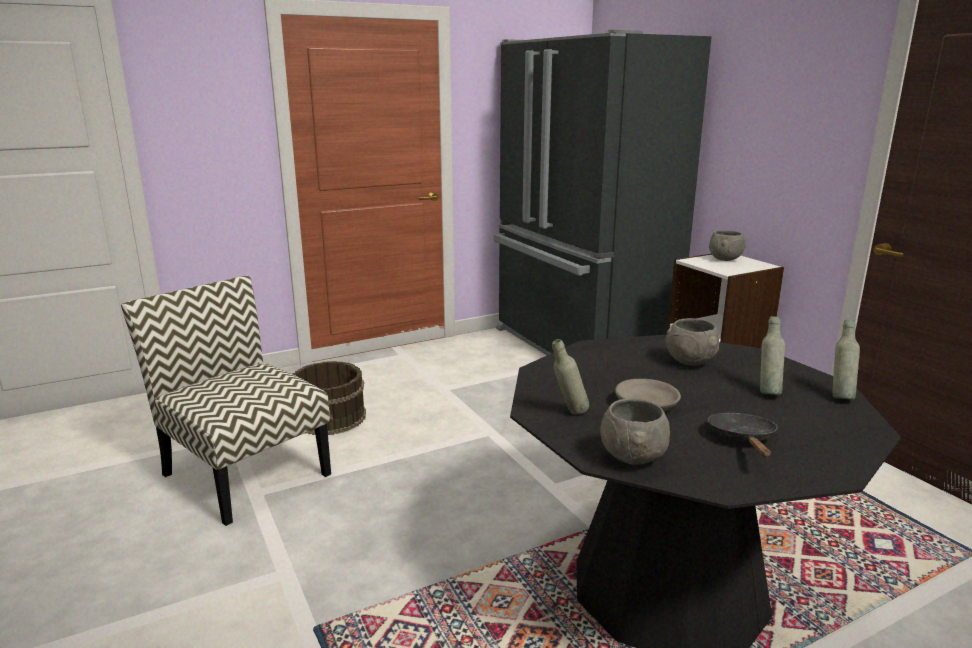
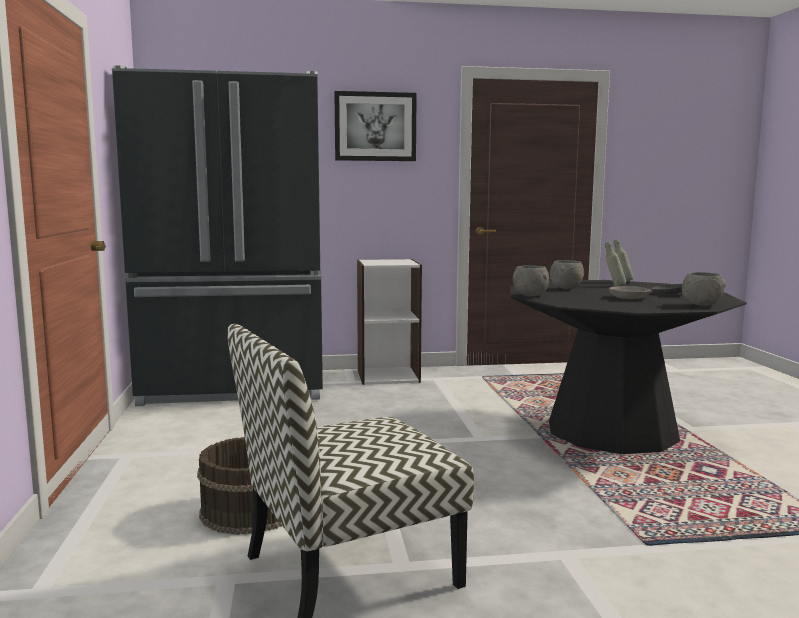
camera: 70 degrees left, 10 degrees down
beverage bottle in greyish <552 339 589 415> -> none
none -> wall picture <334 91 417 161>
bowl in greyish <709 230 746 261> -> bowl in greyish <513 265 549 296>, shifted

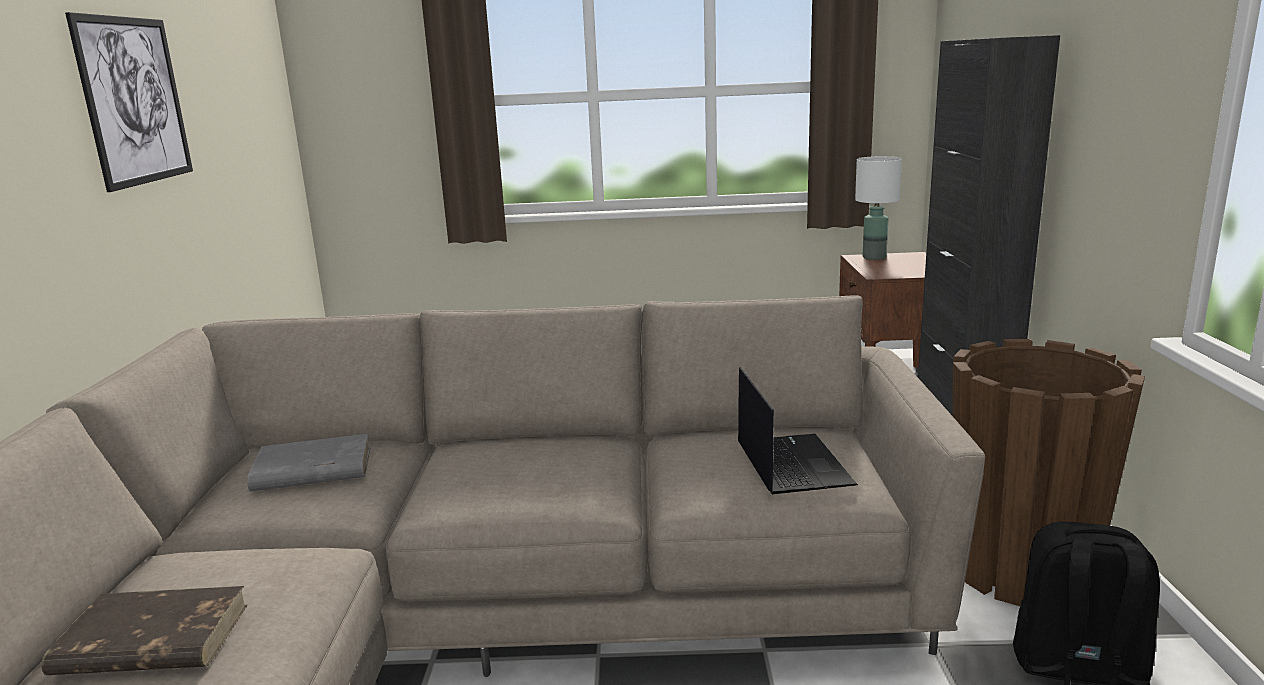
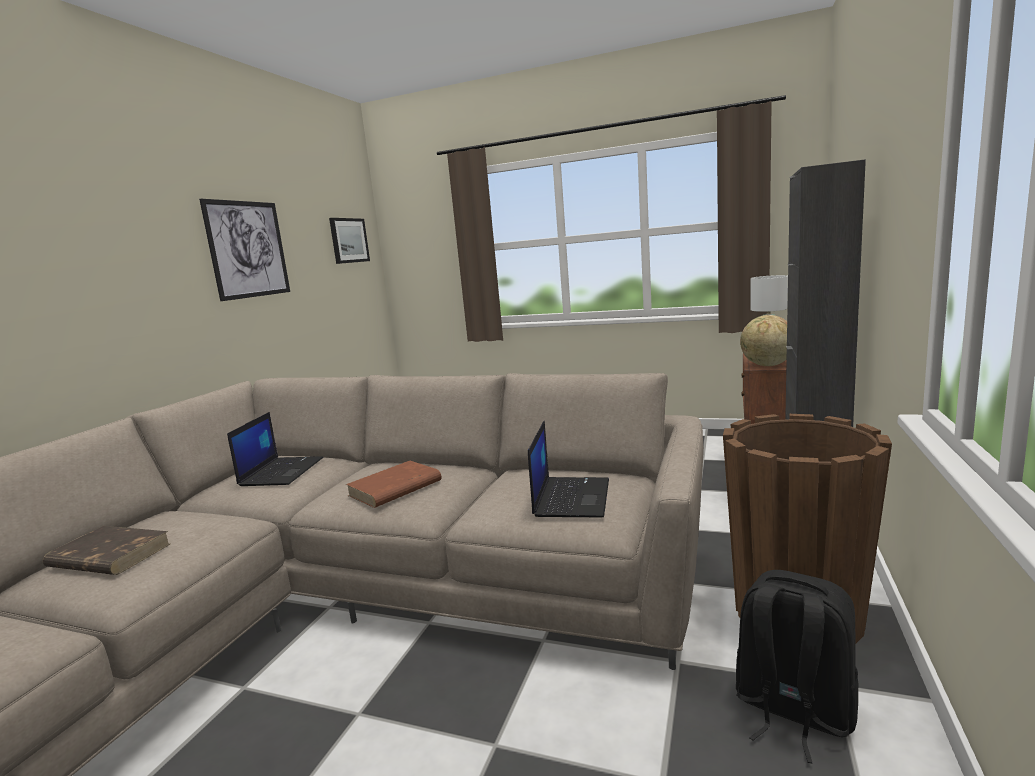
camera: 20 degrees right, 5 degrees down
none -> wall picture <329 218 370 264>
none -> bound book in brown-coloured <346 461 441 508>
none -> globe <740 315 787 366>
bound book in greyish <247 434 370 491> -> laptop <227 412 323 486>

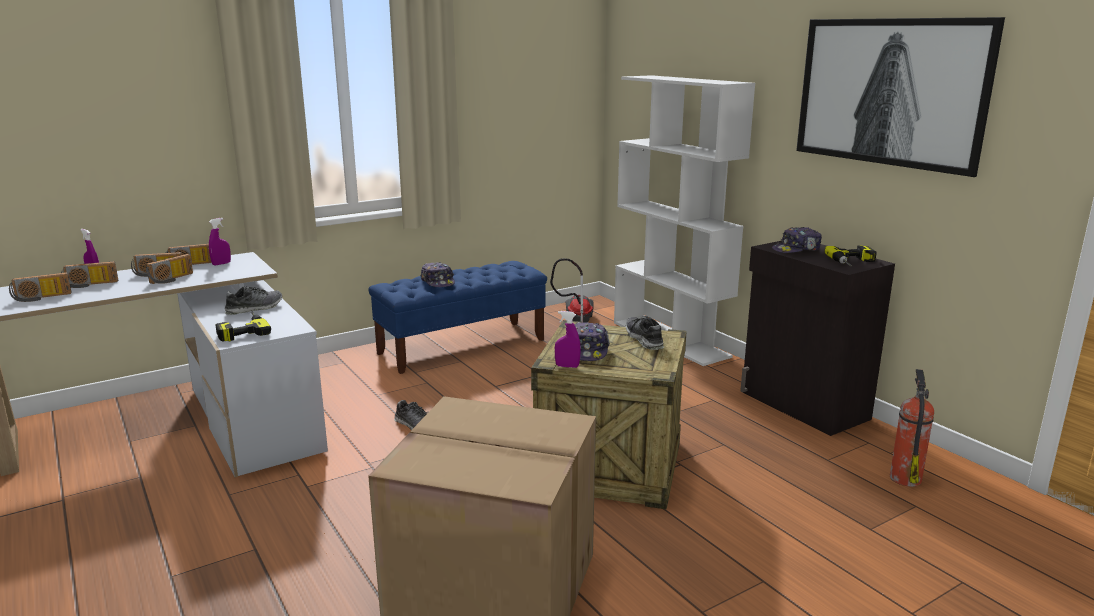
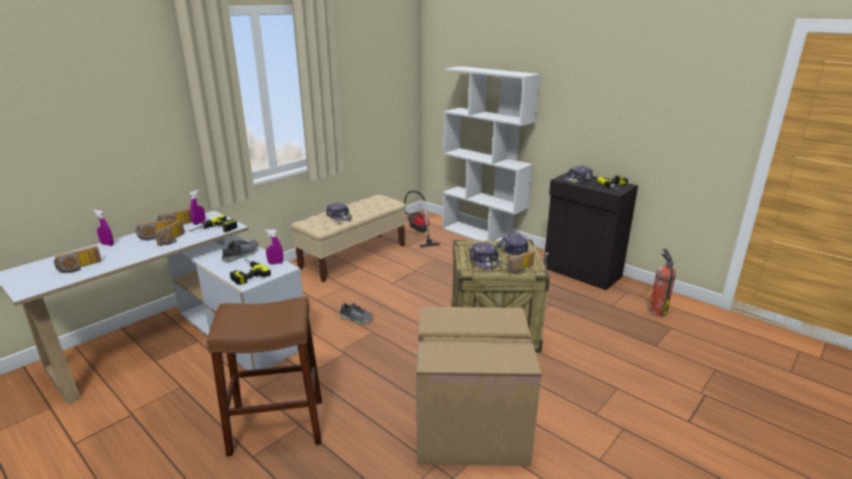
camera: 15 degrees left, 5 degrees up
wall picture <796 17 1005 177> -> none
none -> power drill <189 215 238 232>
none -> sitting stool in brown-coloured <207 296 322 456>
radio set <61 261 118 288> -> radio set <507 251 535 274>, shifted
spray bottle in purple-coloured <555 311 581 368> -> spray bottle in purple-coloured <265 229 283 264>, shifted
shoe <626 316 664 350> -> peaked cap <497 233 529 255>
long seat in blue-coloured <368 261 547 374> -> long seat in beige-coloured <291 195 406 282>

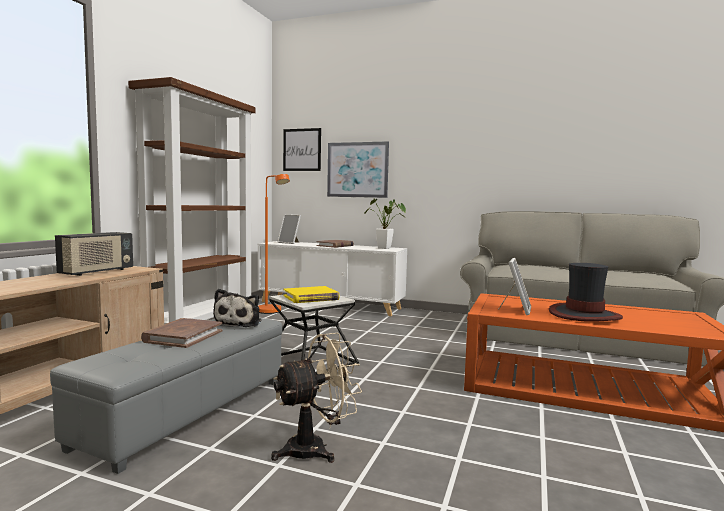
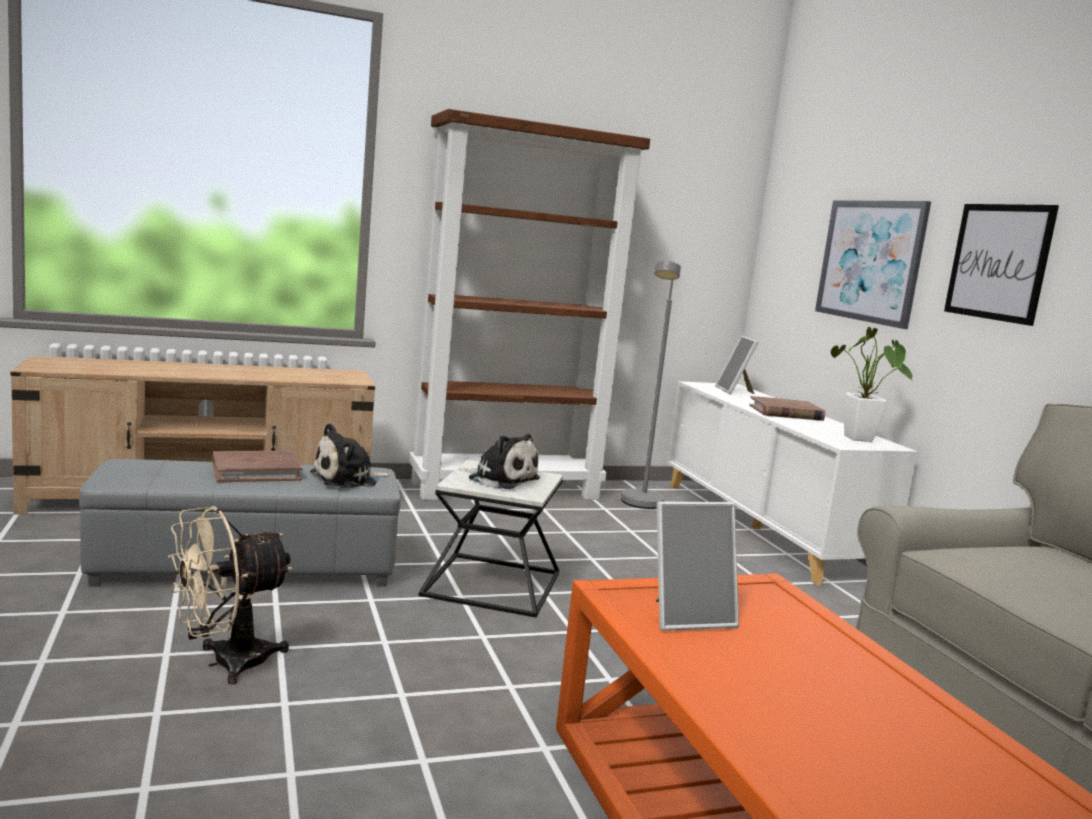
camera: 50 degrees right, 5 degrees up
radio set <55 232 133 276> -> none
wearable hat <549 263 623 322> -> none
wall picture <283 128 321 171> -> wall picture <944 204 1059 326>, shifted
bound book in yellowish <283 286 340 303> -> plush toy <459 434 540 489>
standard lamp in orange <258 174 290 314> -> standard lamp in greyish <621 261 681 509>
fan in beige-coloured <271 333 362 463> -> fan in beige-coloured <168 506 293 684>, 120 degrees clockwise

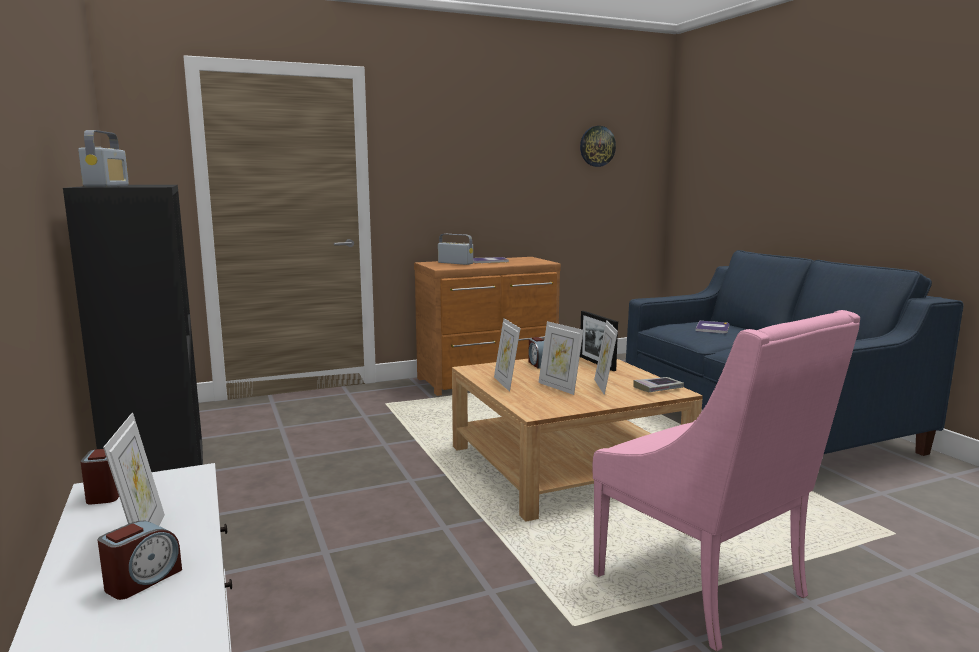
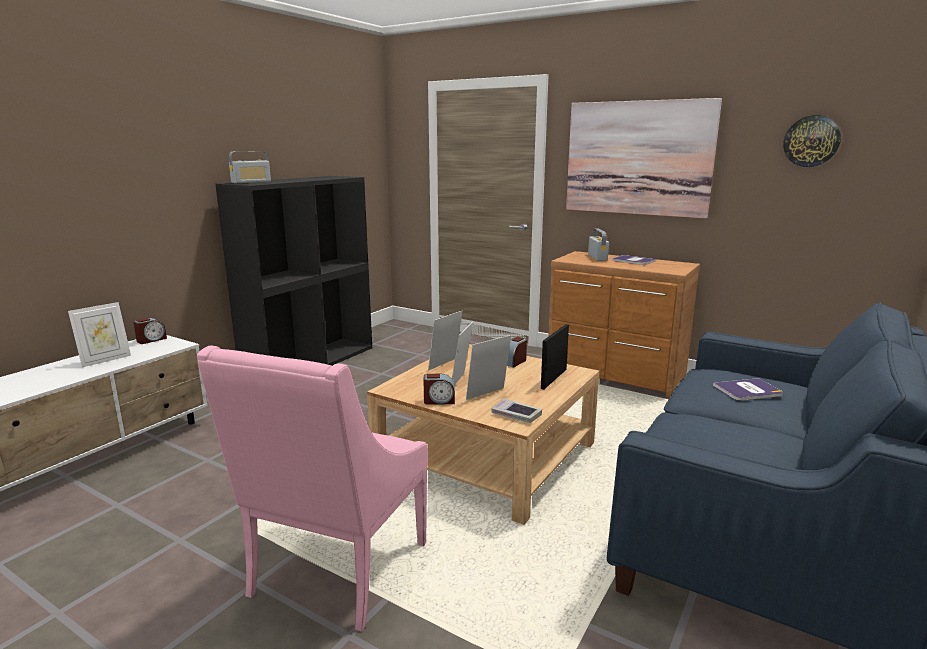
camera: 55 degrees right, 5 degrees up
none -> wall picture <566 98 722 218>
table clock <98 521 182 600> -> table clock <423 374 455 405>, shifted

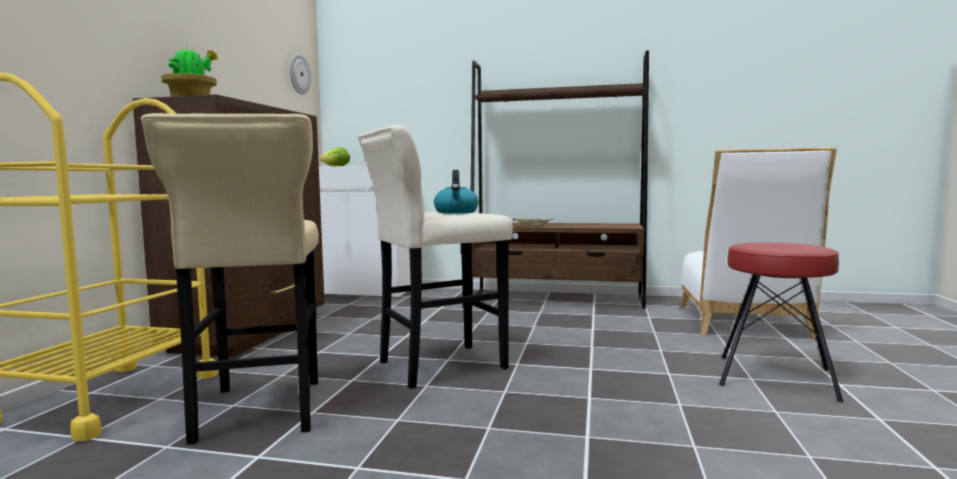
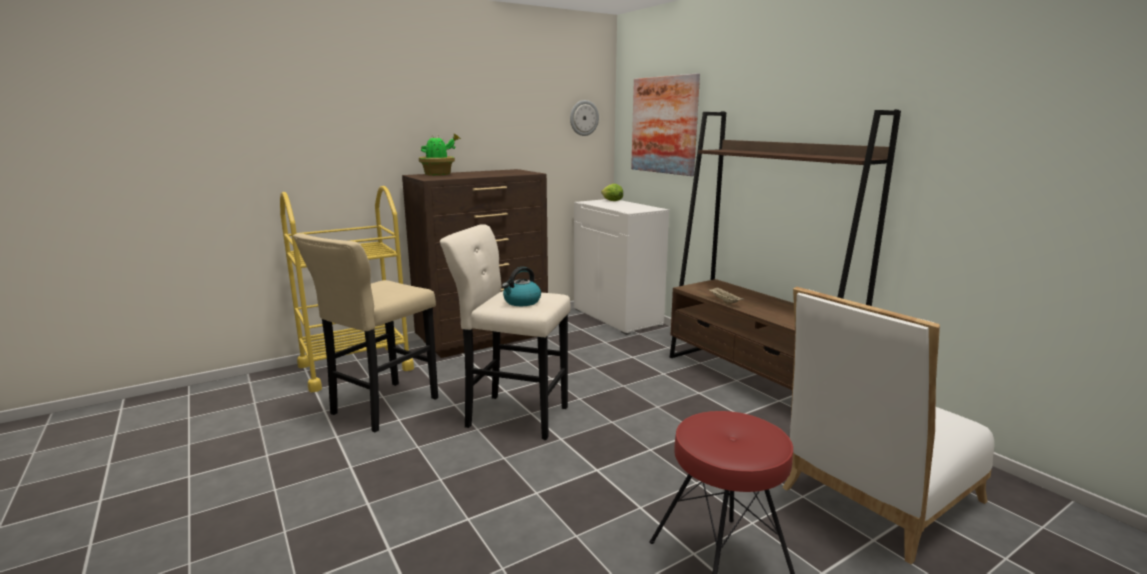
camera: 45 degrees right, 10 degrees up
none -> wall picture <631 73 700 176>

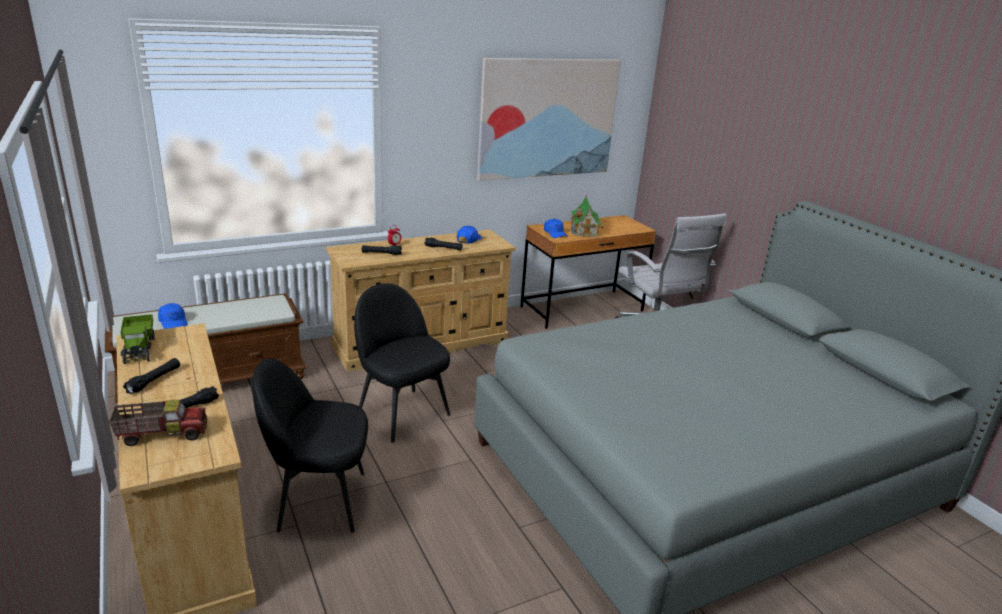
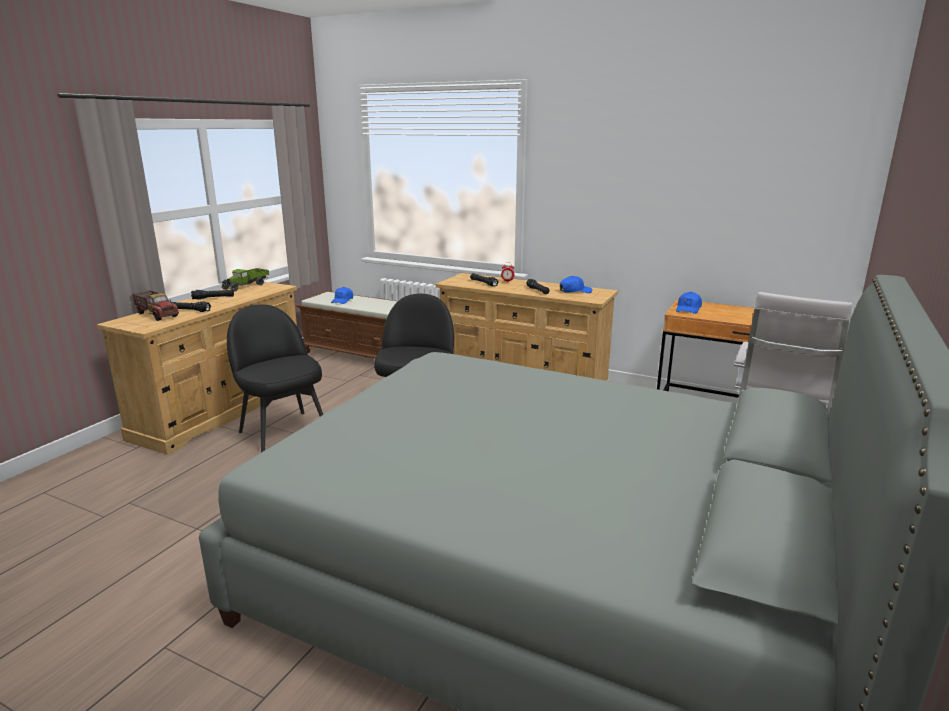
camera: 55 degrees right, 5 degrees down
wall picture <477 58 621 181> -> none
toy house <570 195 605 237> -> none

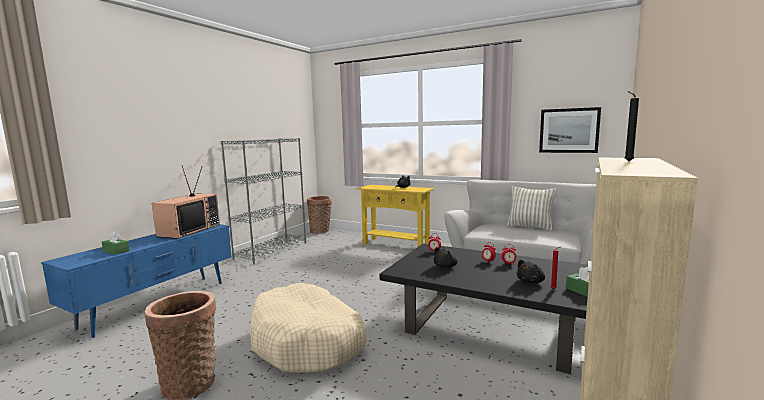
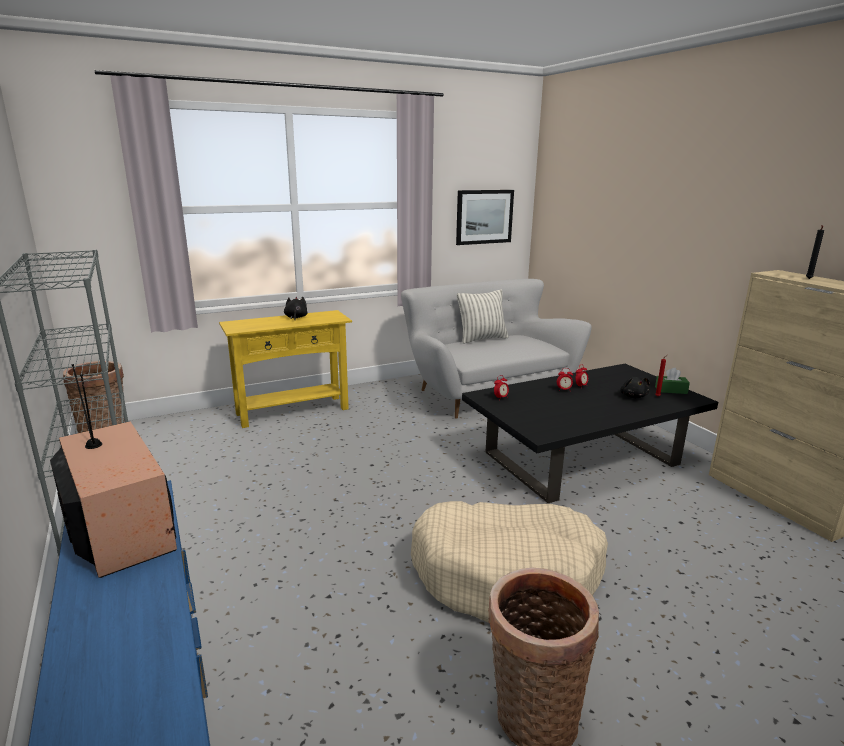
camera: 55 degrees left, 10 degrees up
tissue box in green-coloured <102 231 129 255> -> none
plush toy in black-coloured <433 247 457 268> -> none

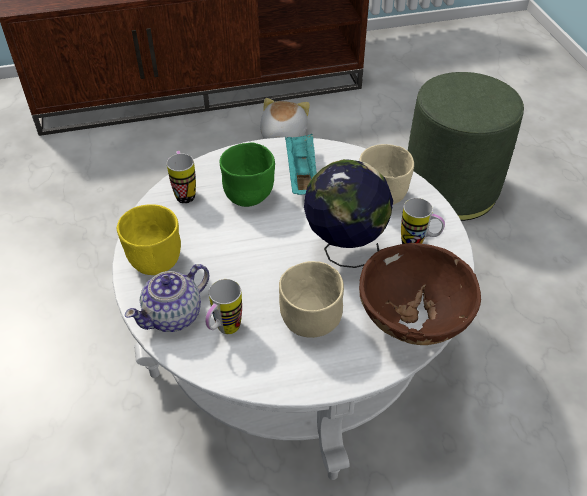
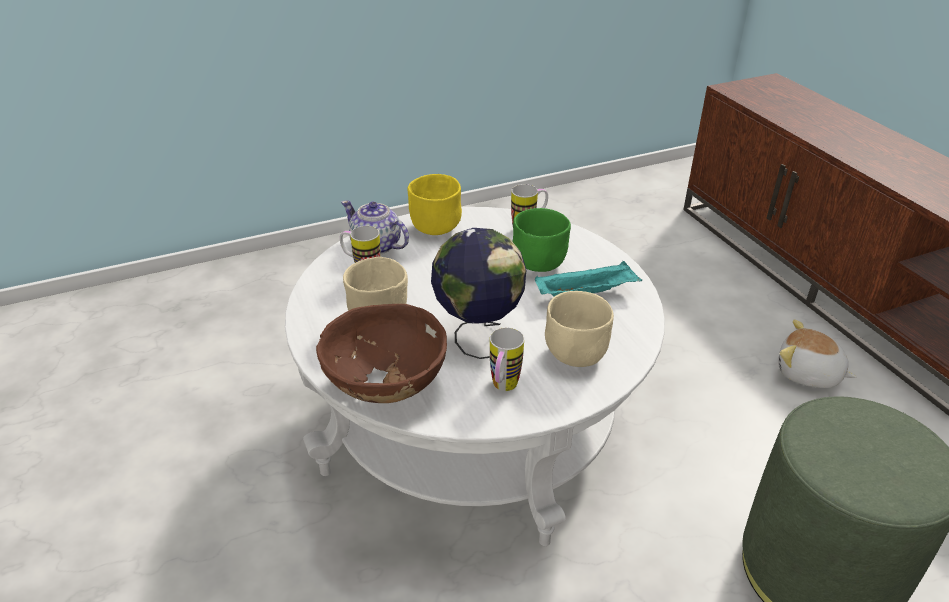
camera: 80 degrees right, 10 degrees down
plush toy <260 98 310 139> -> plush toy <778 320 856 388>, 150 degrees counterclockwise

